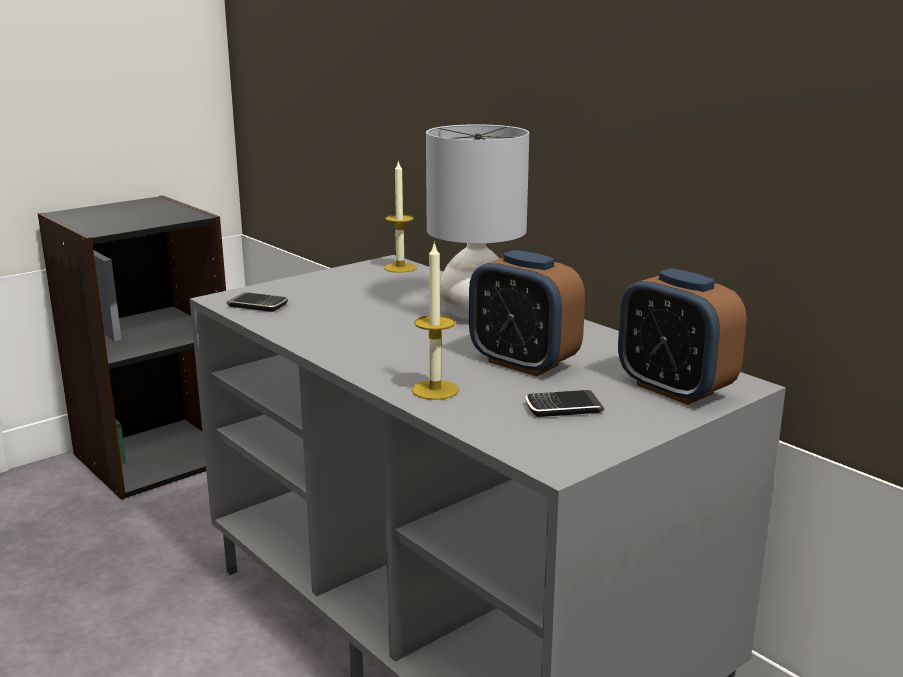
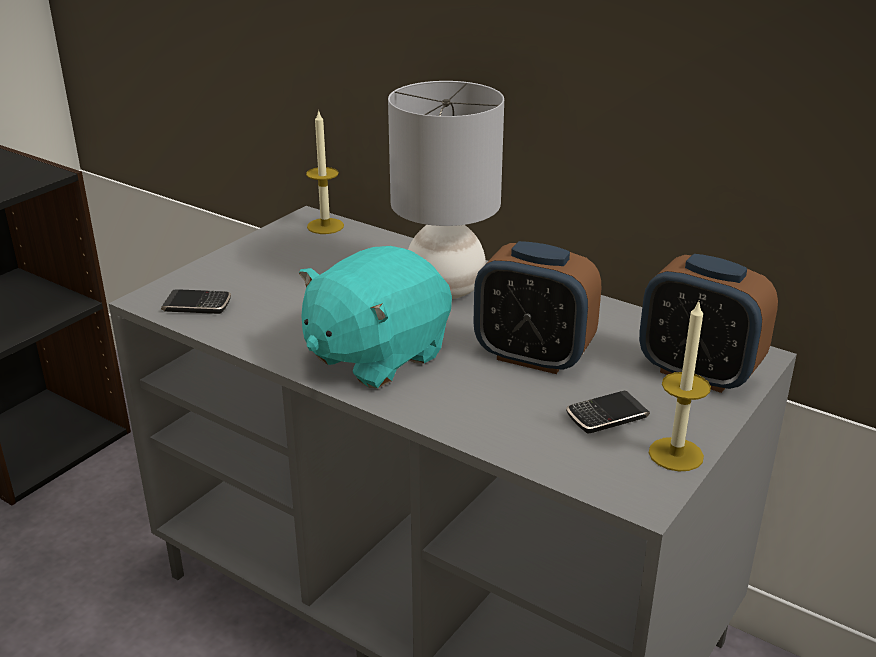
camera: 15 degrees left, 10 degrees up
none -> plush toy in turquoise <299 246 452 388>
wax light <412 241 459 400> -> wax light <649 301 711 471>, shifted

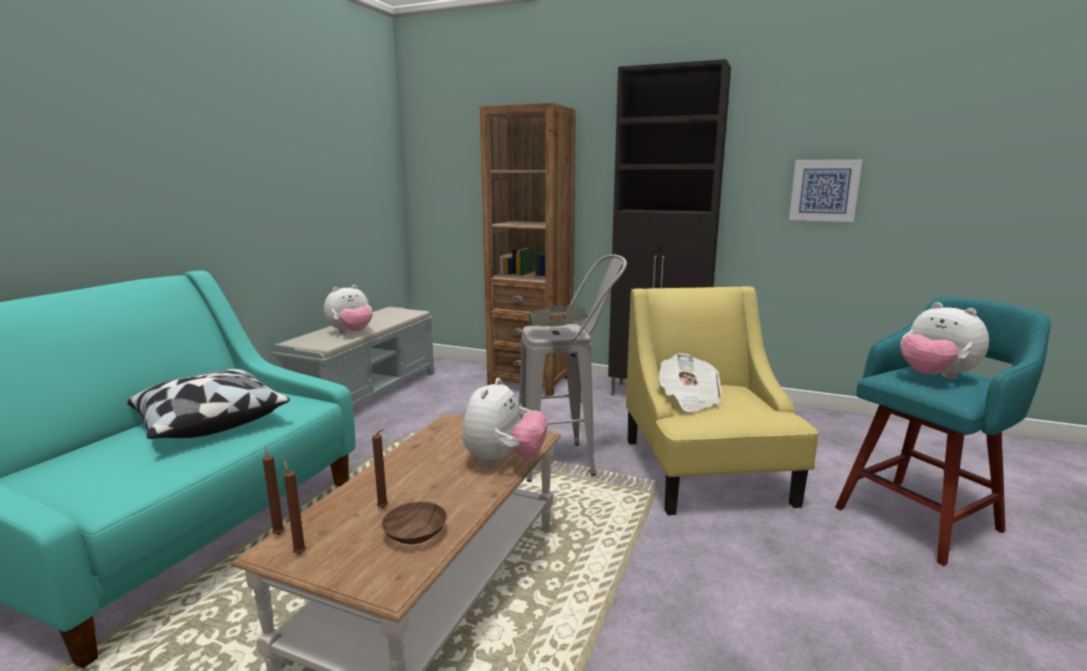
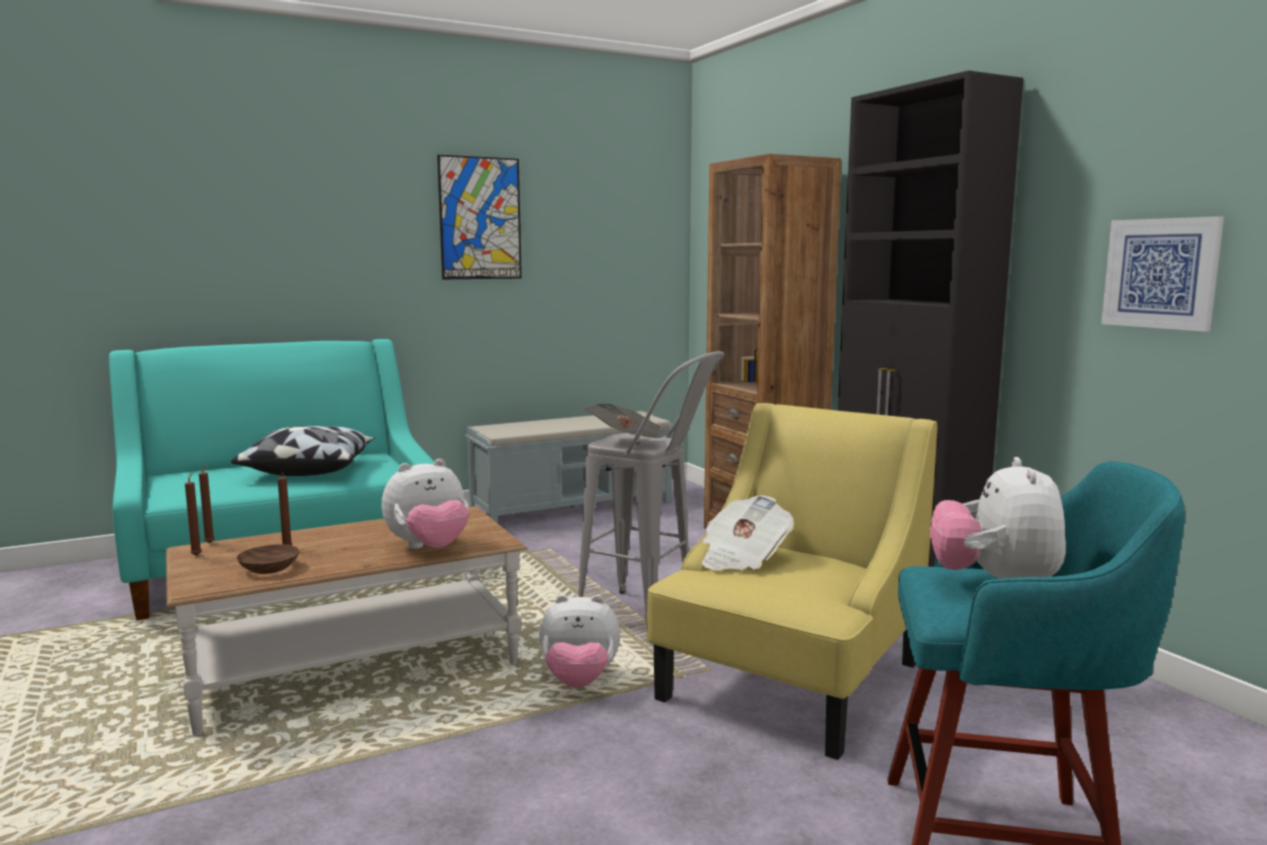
camera: 40 degrees right, 5 degrees down
none -> wall picture <437 155 522 279>
plush toy <324 285 373 334> -> plush toy <539 595 620 688>, shifted

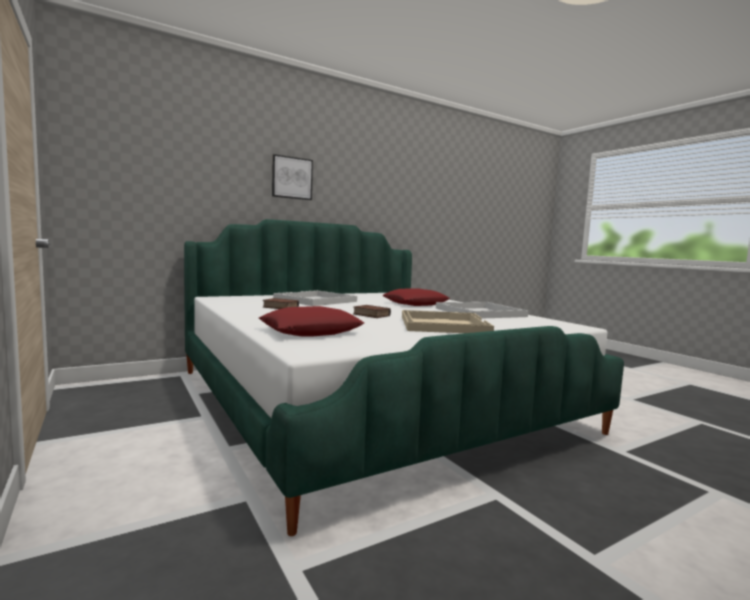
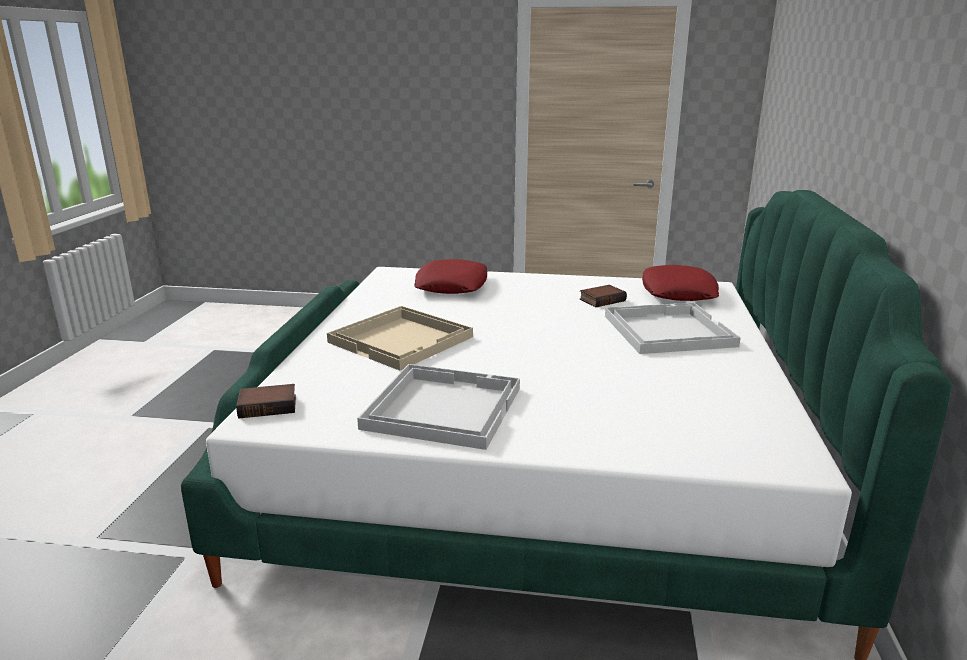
camera: 130 degrees right, 15 degrees up
wall picture <272 154 313 200> -> none
bound book <353 305 391 318> -> bound book <236 384 296 418>, shifted
throw pillow in red-coloured <382 288 450 306> -> throw pillow in red-coloured <642 265 719 301>, shifted

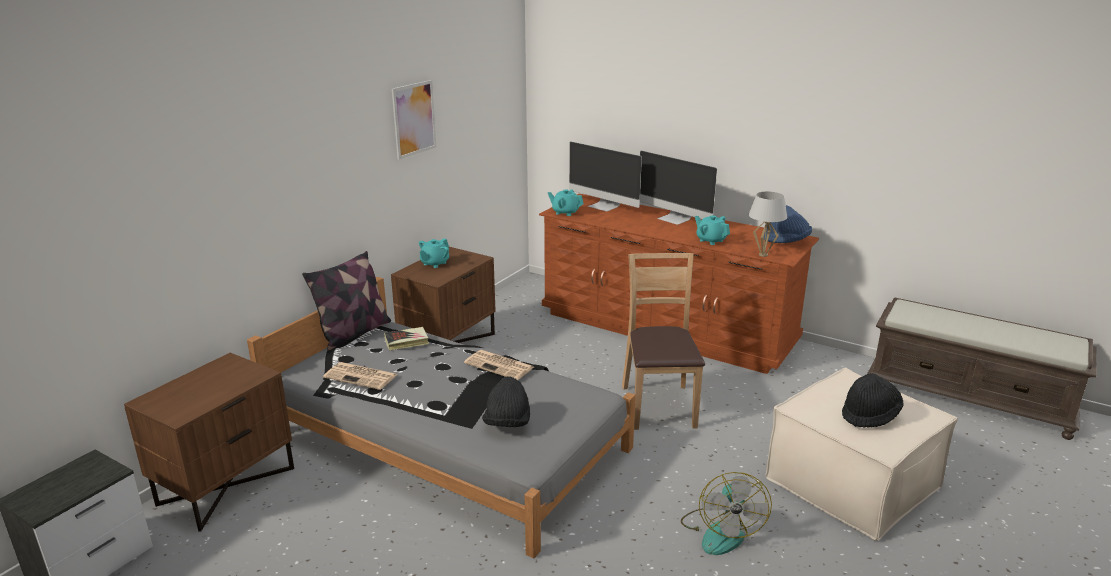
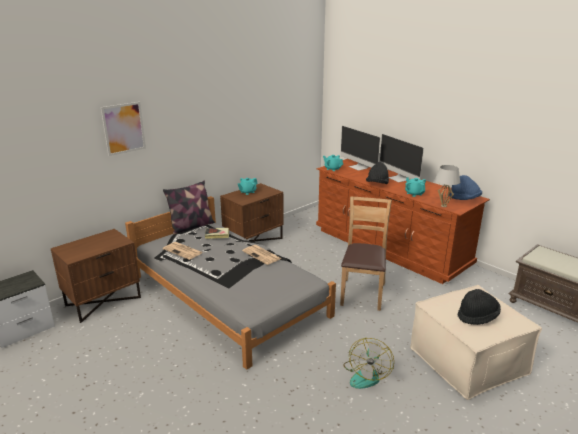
camera: 15 degrees right, 0 degrees up
wall picture <392 80 436 159> -> wall picture <101 102 146 156>, shifted
wearable hat in black-coloured <482 376 530 427> -> wearable hat in black-coloured <366 162 389 184>, shifted

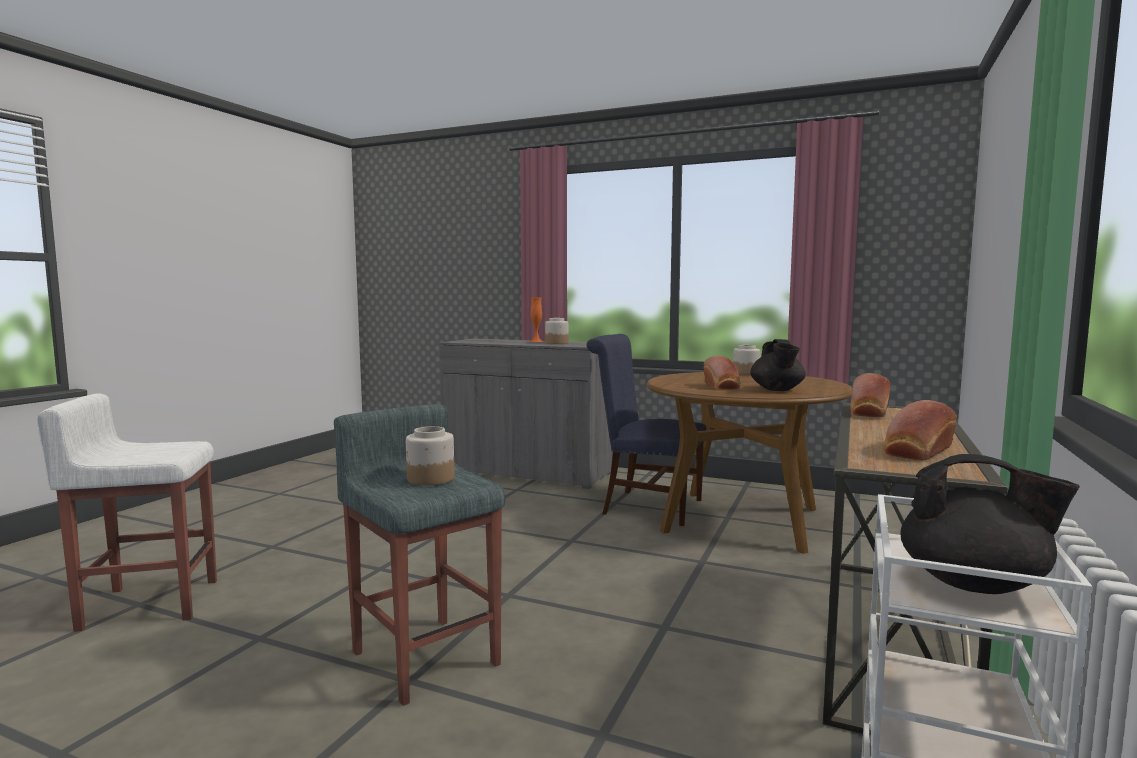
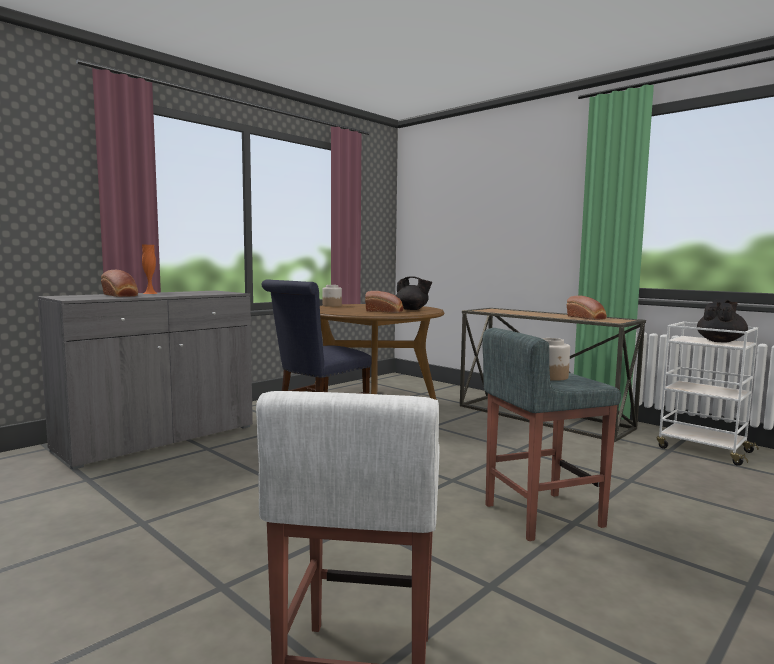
camera: 70 degrees left, 0 degrees up
preserve jar <545 318 568 344> -> none
baked bread <850 373 890 418> -> baked bread <101 270 138 297>, shifted

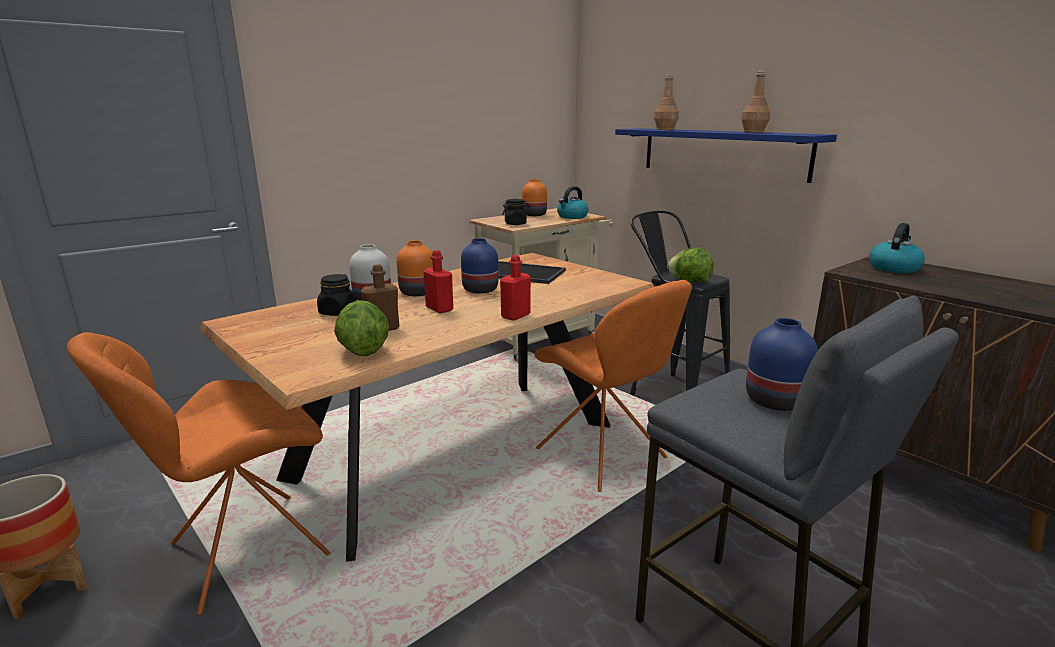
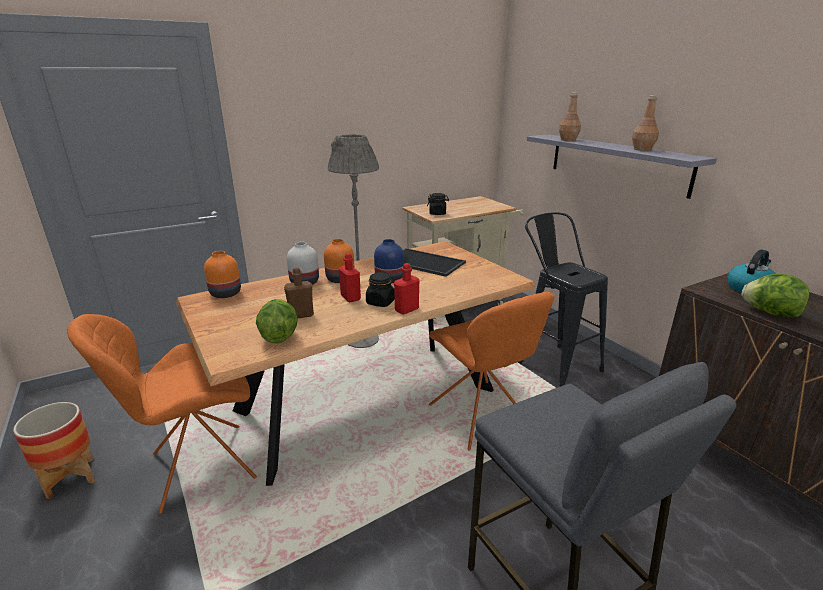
camera: 10 degrees right, 5 degrees up
water kettle <557 186 589 219> -> none
vase in blue-coloured <746 318 818 411> -> none
none -> standard lamp in greyish <328 134 379 348>
preserve jar in black-coloured <317 274 357 316> -> preserve jar in black-coloured <366 272 395 307>, shifted
vase in orange <522 179 547 216> -> vase in orange <204 251 241 298>, shifted
lettuce head <667 247 713 283> -> lettuce head <741 274 809 318>, shifted
wall shelf in blue-coloured <615 128 837 183> -> wall shelf in greyish <527 135 717 199>

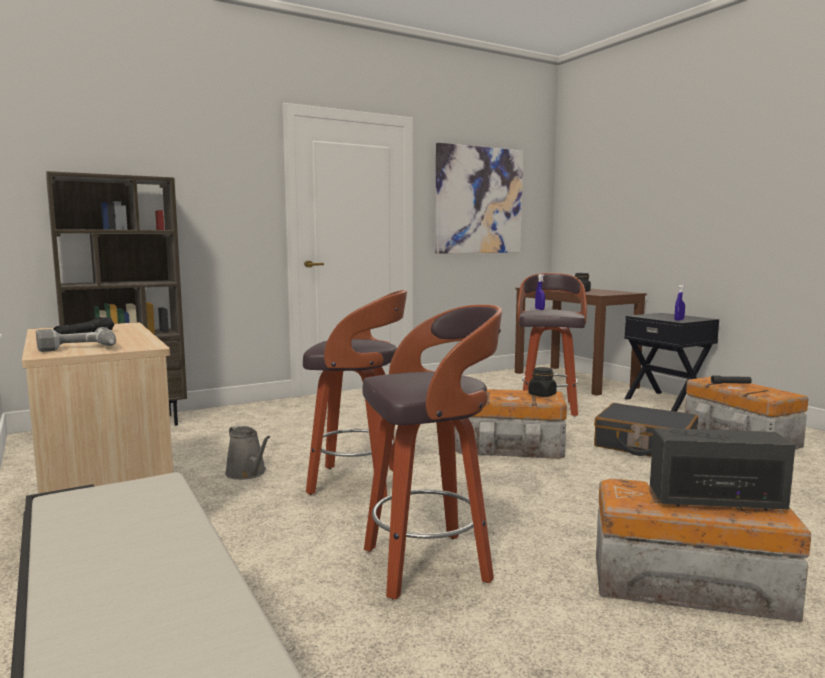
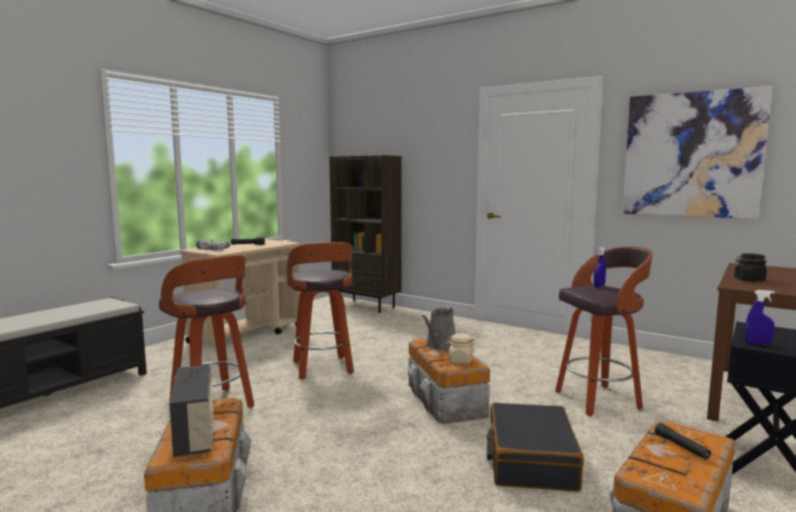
camera: 65 degrees right, 0 degrees up
watering can in greyish <225 425 270 480> -> watering can in greyish <422 307 456 350>, shifted
preserve jar in black-coloured <528 367 557 397> -> preserve jar in beige-coloured <446 333 475 364>

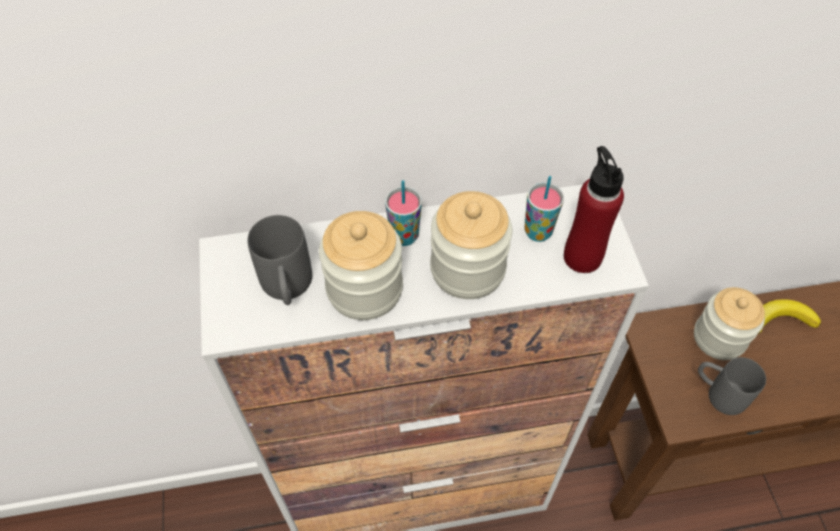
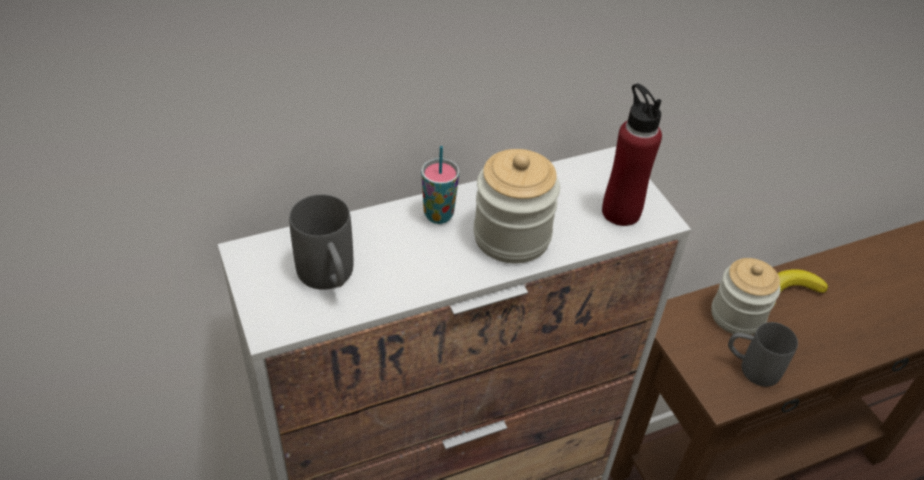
camera: 15 degrees left, 10 degrees down
preserve jar <319 211 403 320> -> none
cup <524 176 564 242> -> none

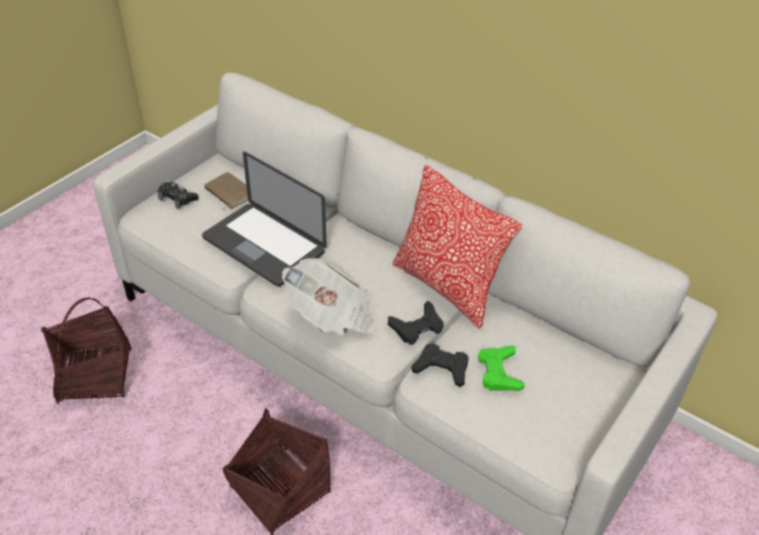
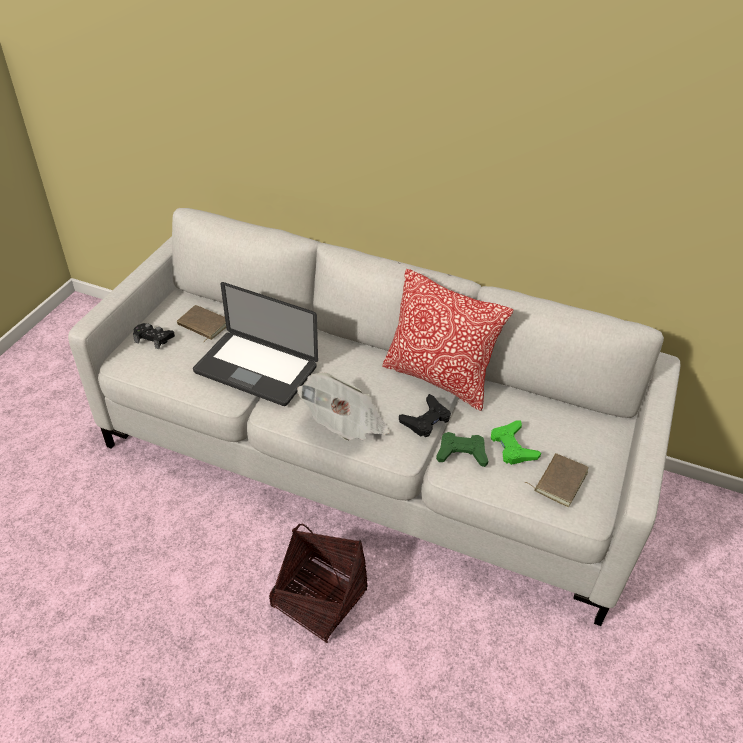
camera: 15 degrees left, 0 degrees up
household basket <41 297 132 404> -> none
none -> bound book in brown-coloured <524 453 588 507>
game controller in black-coloured <411 344 468 387> -> game controller in green-coloured <436 432 488 467>

